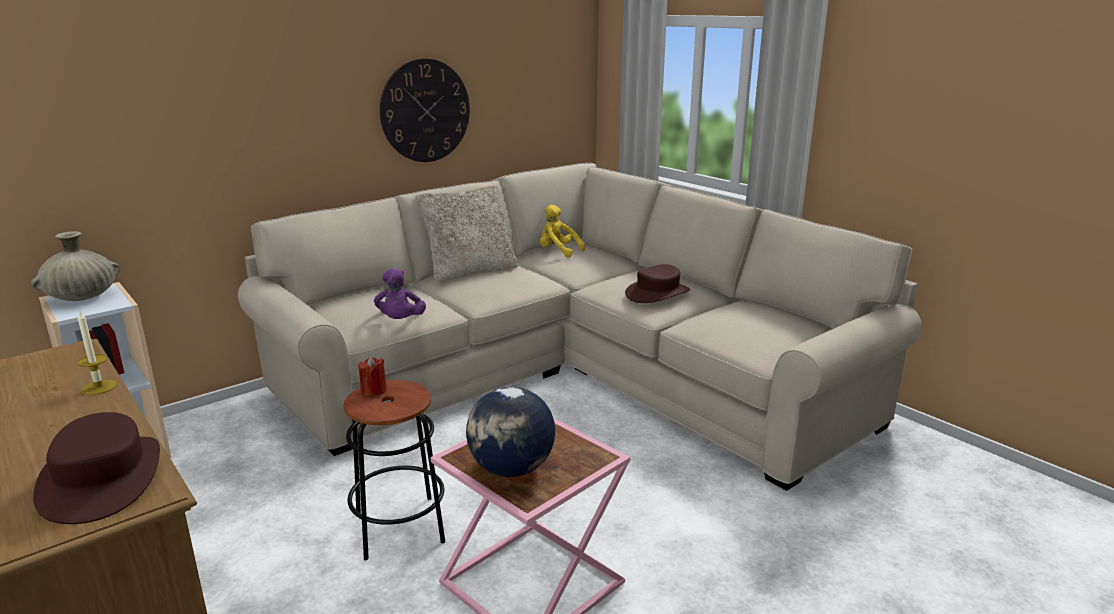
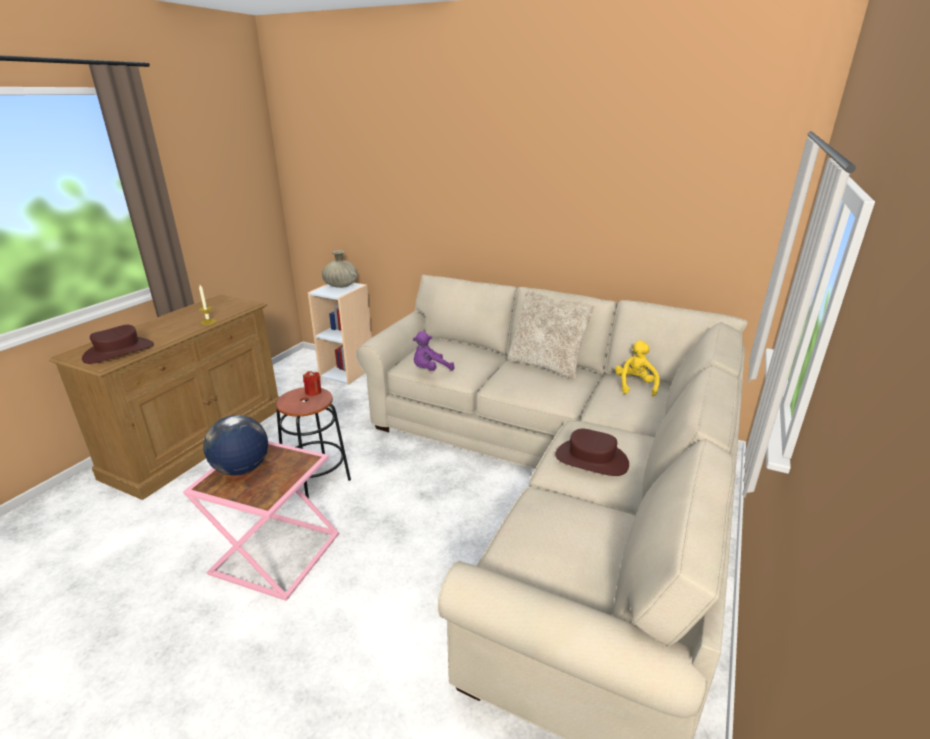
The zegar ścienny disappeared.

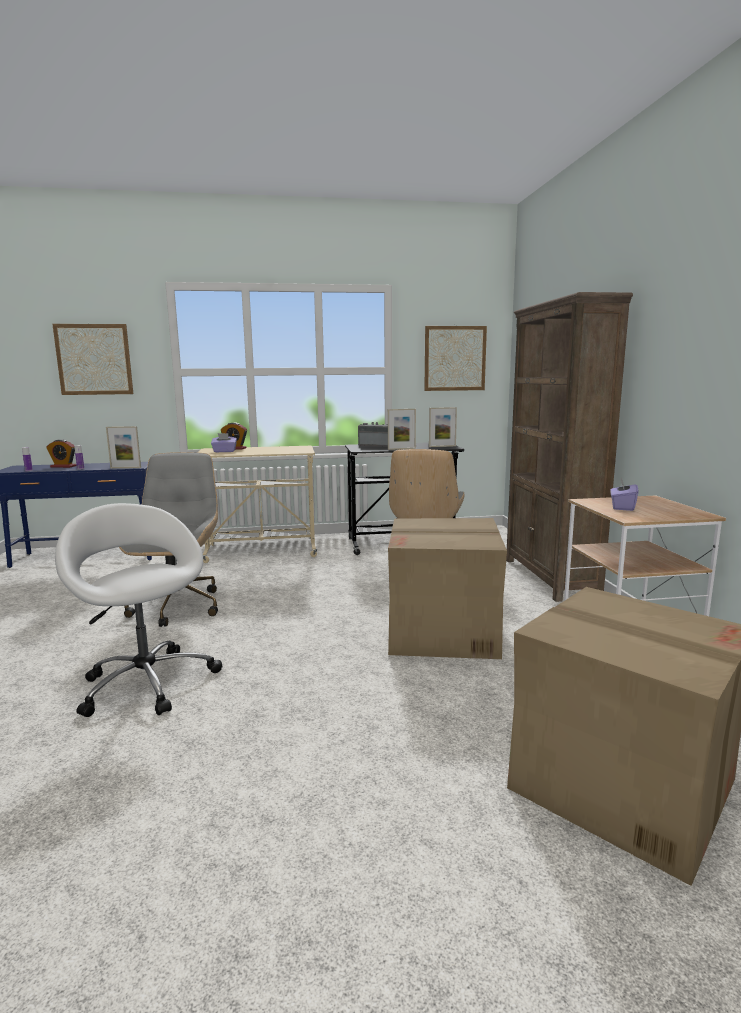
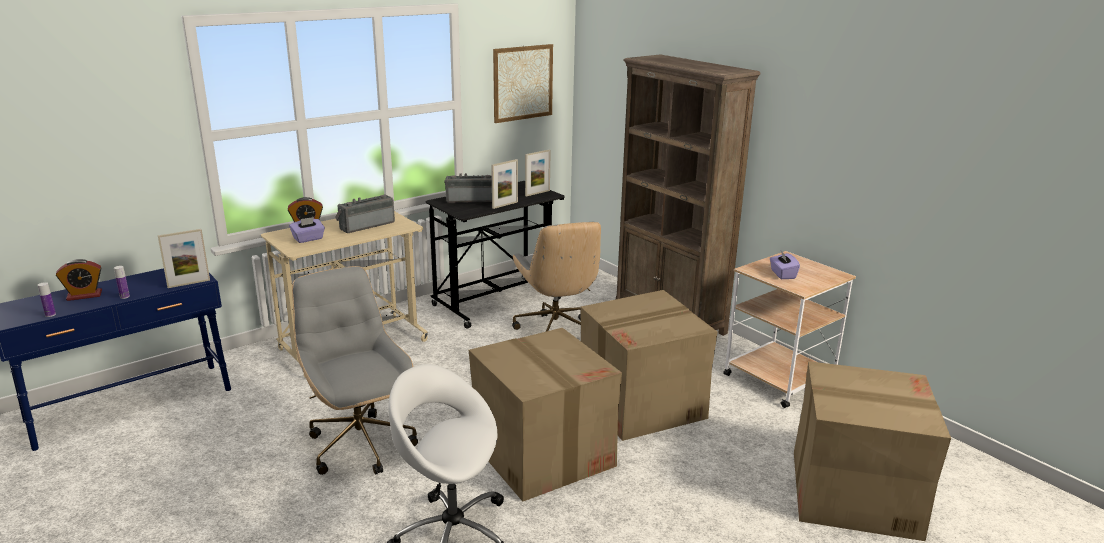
The radio (no. 1 from left) appeared.
The karton (no. 1 from left) appeared.
The obraz (no. 1 from left) disappeared.

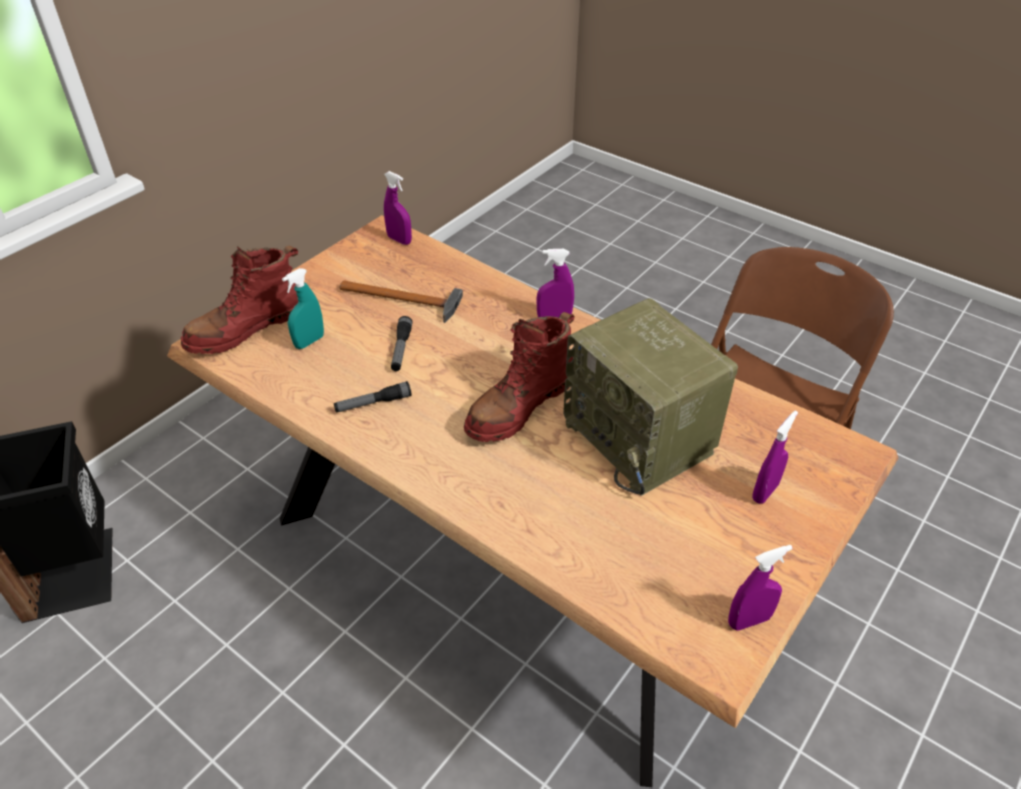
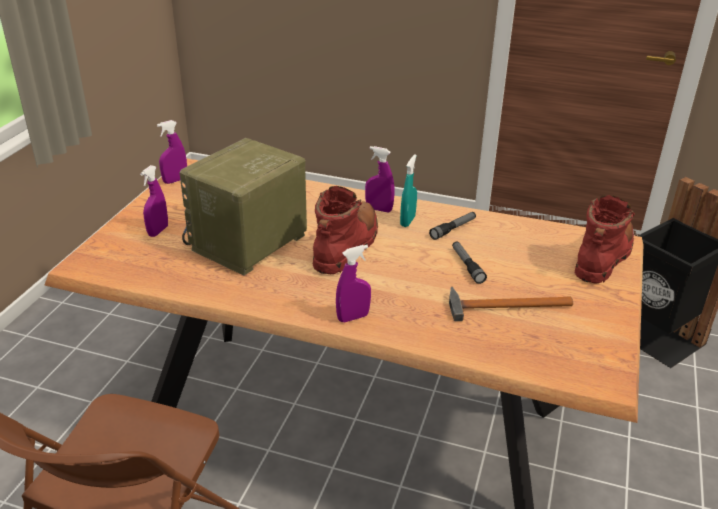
The radio turned 90 degrees counterclockwise.
The spryskiwacz (fioletowy) (no. 1 from left in the first image) moved.
The spryskiwacz (turkusowy) moved.

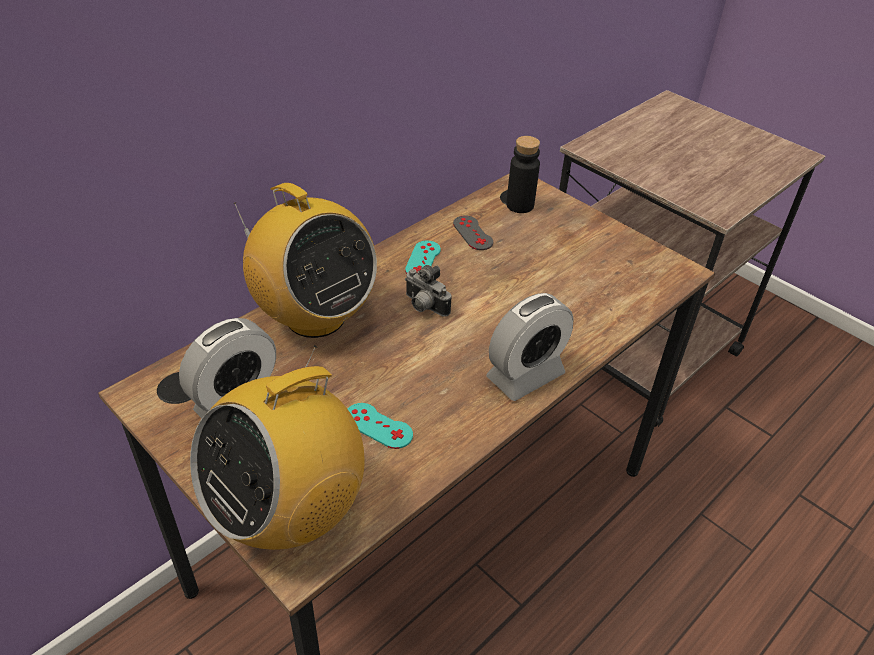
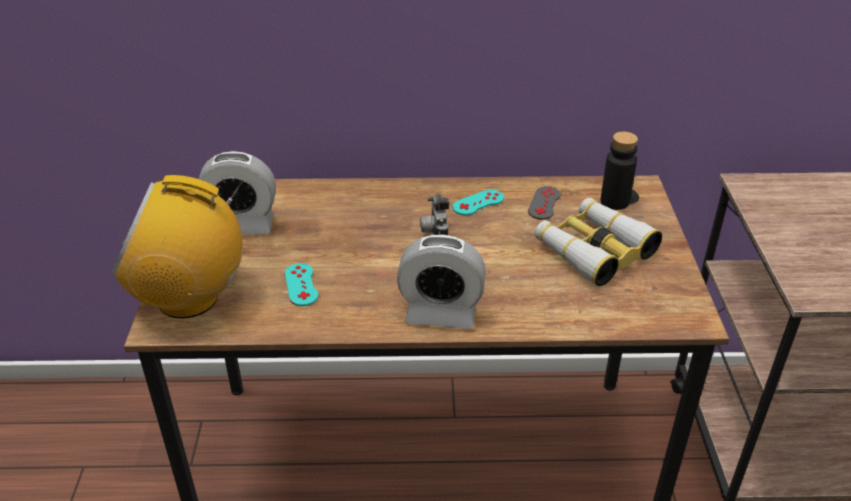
The lornetka appeared.
The radio (no. 2 from left) disappeared.

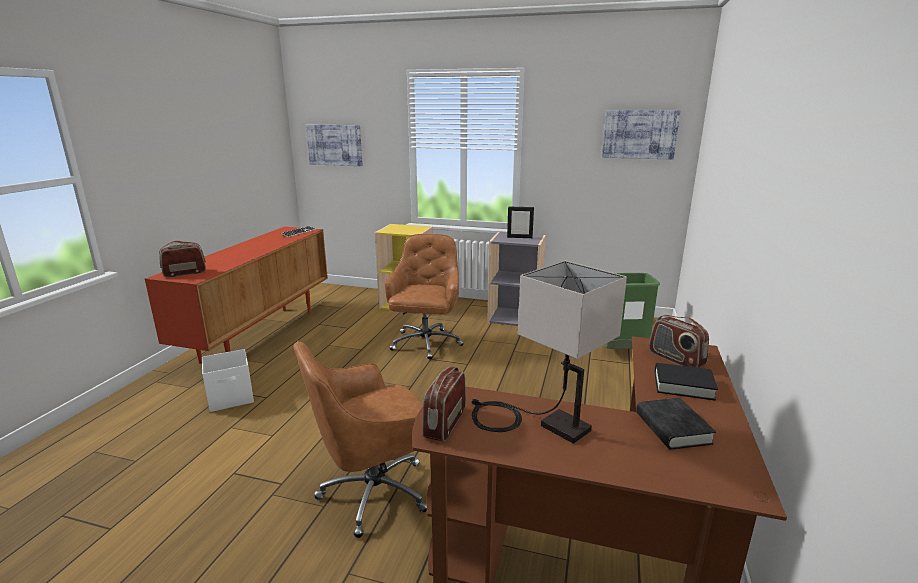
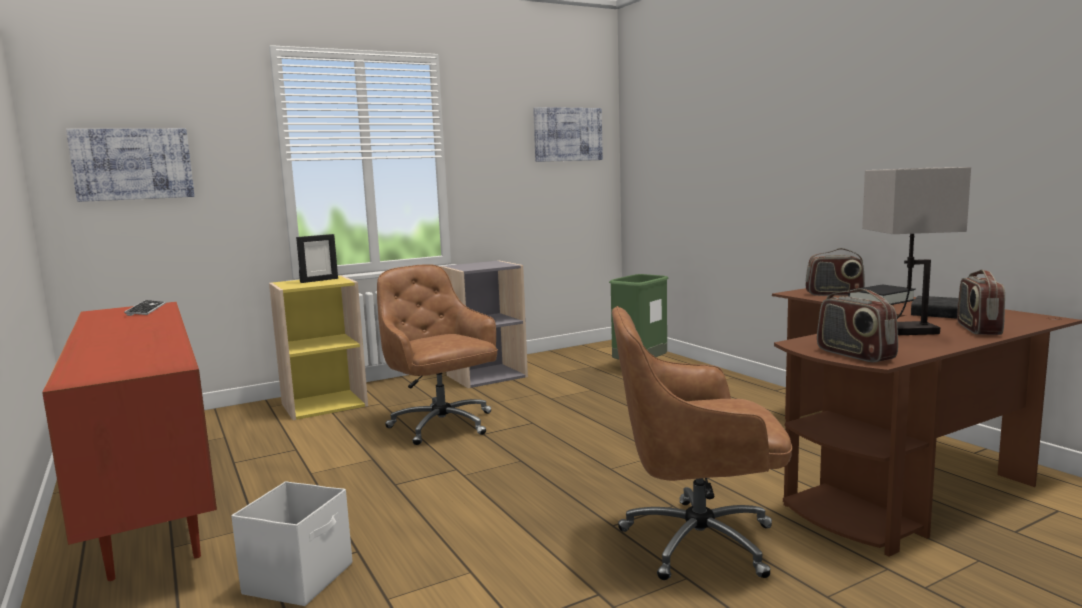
The ramka na zdjęcie moved.
The krzesło biurowe (brązowy) (no. 1 from left in the first image) turned 75 degrees clockwise.
The radio (no. 1 from left in the first image) moved.

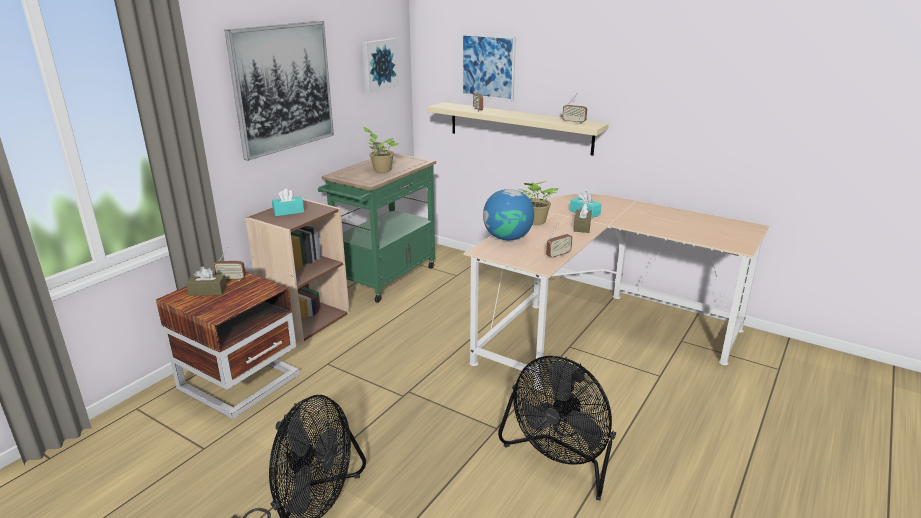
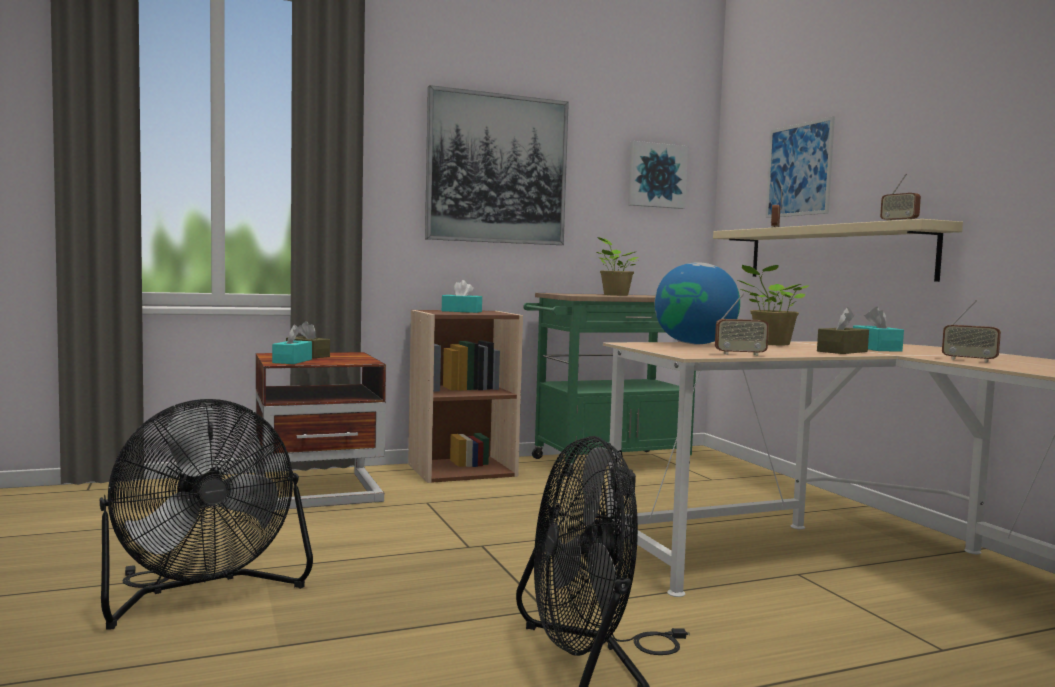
The pudełko chusteczek (turkusowy) (no. 1 from left) appeared.
The radio (no. 1 from left in the first image) moved.

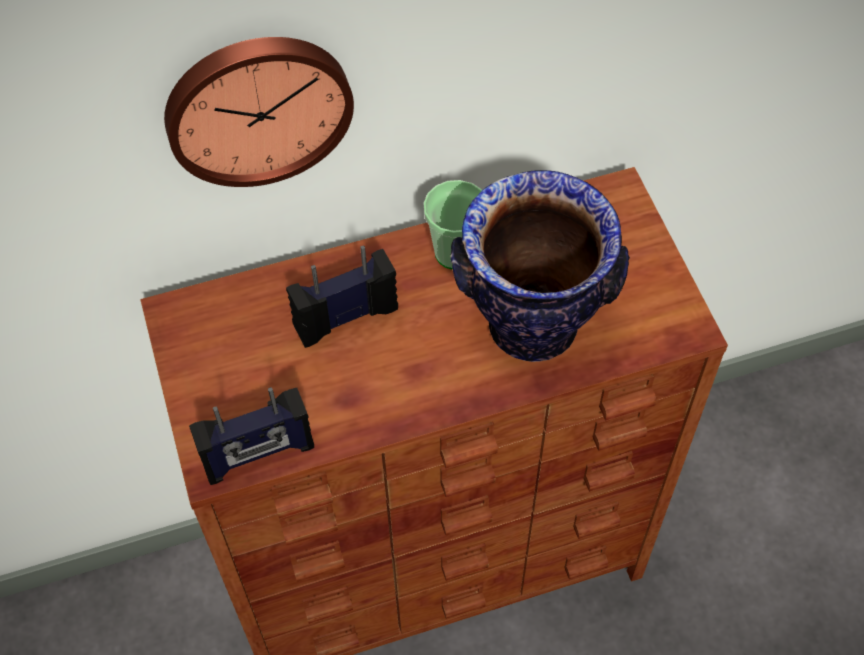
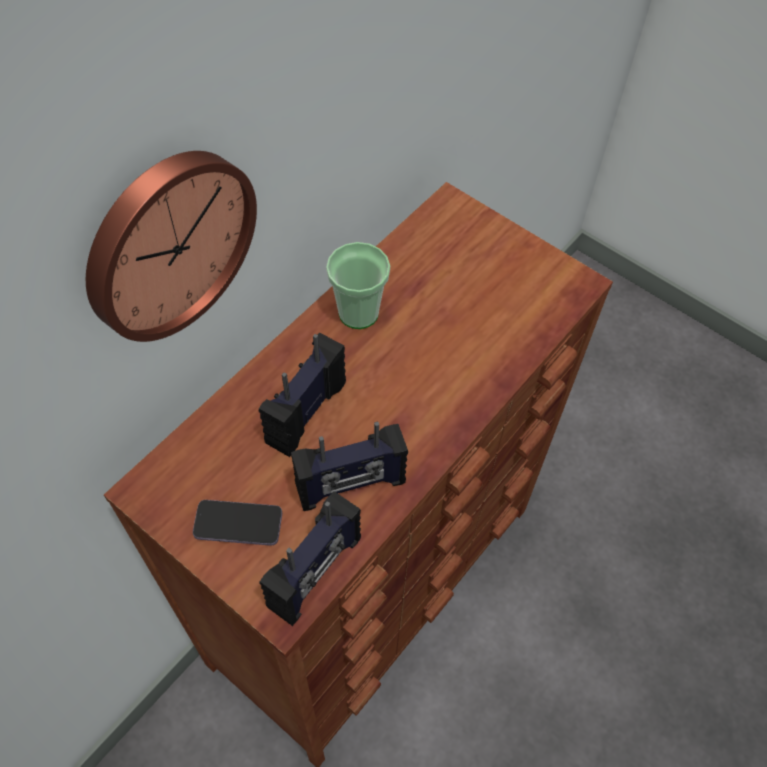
The telefon appeared.
The radio (no. 3 from left) appeared.
The wazon disappeared.

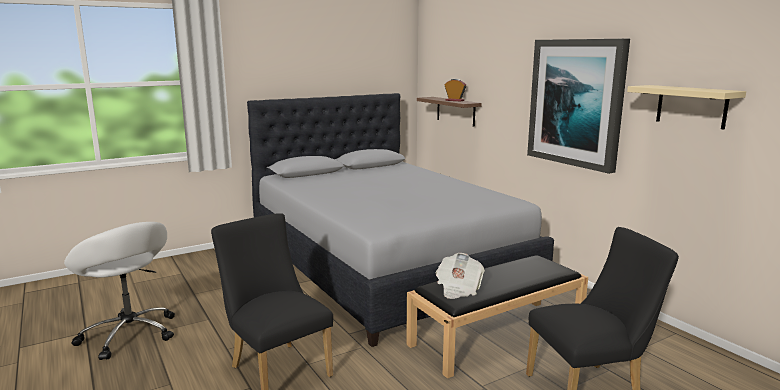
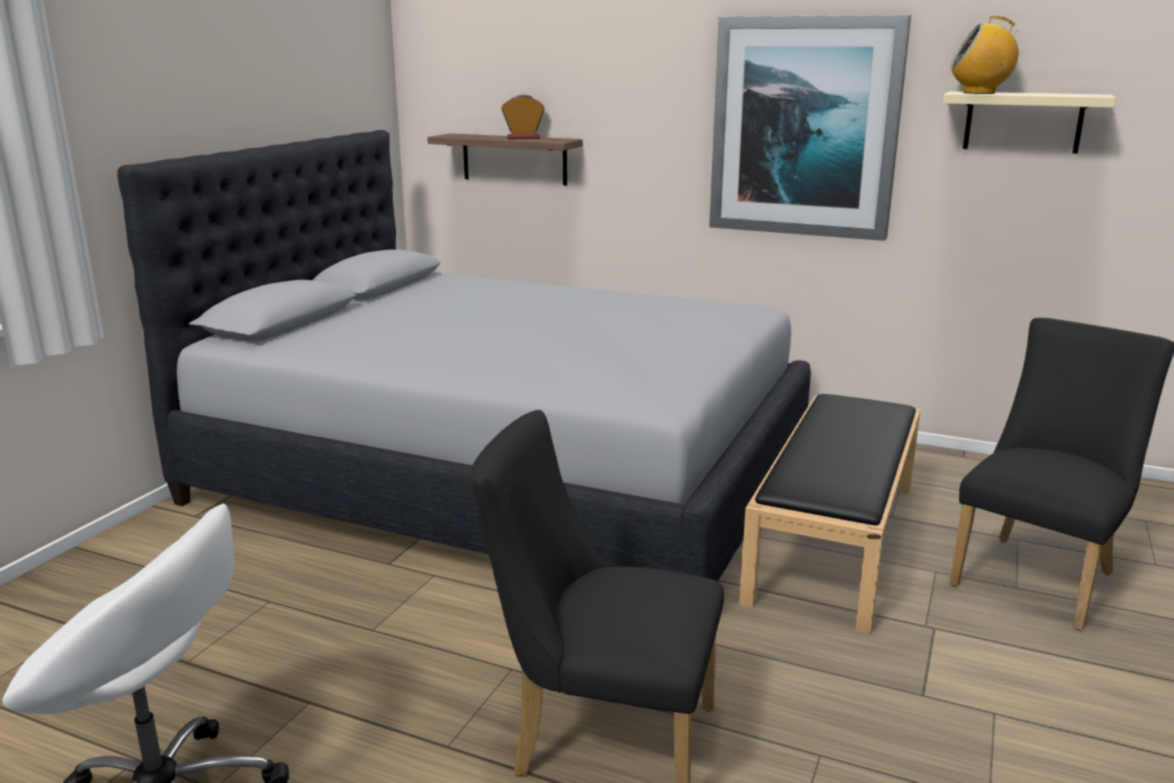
The radio appeared.
The gazeta disappeared.

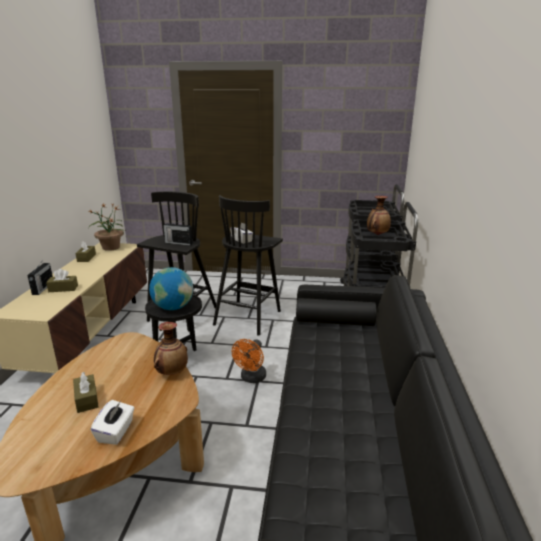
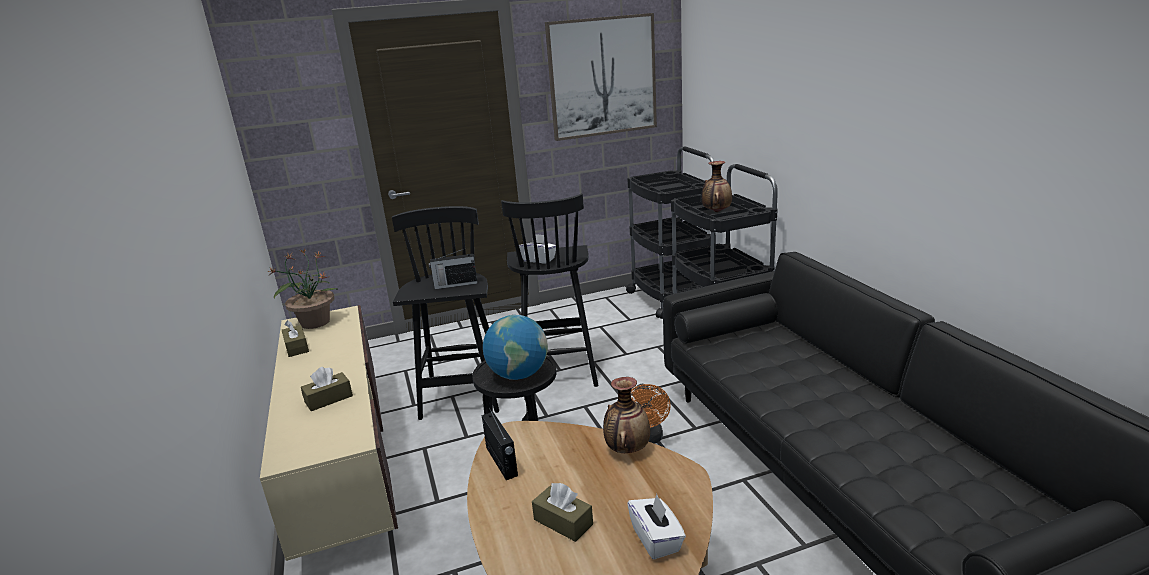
The radio (no. 1 from left in the first image) moved.
The obraz appeared.

